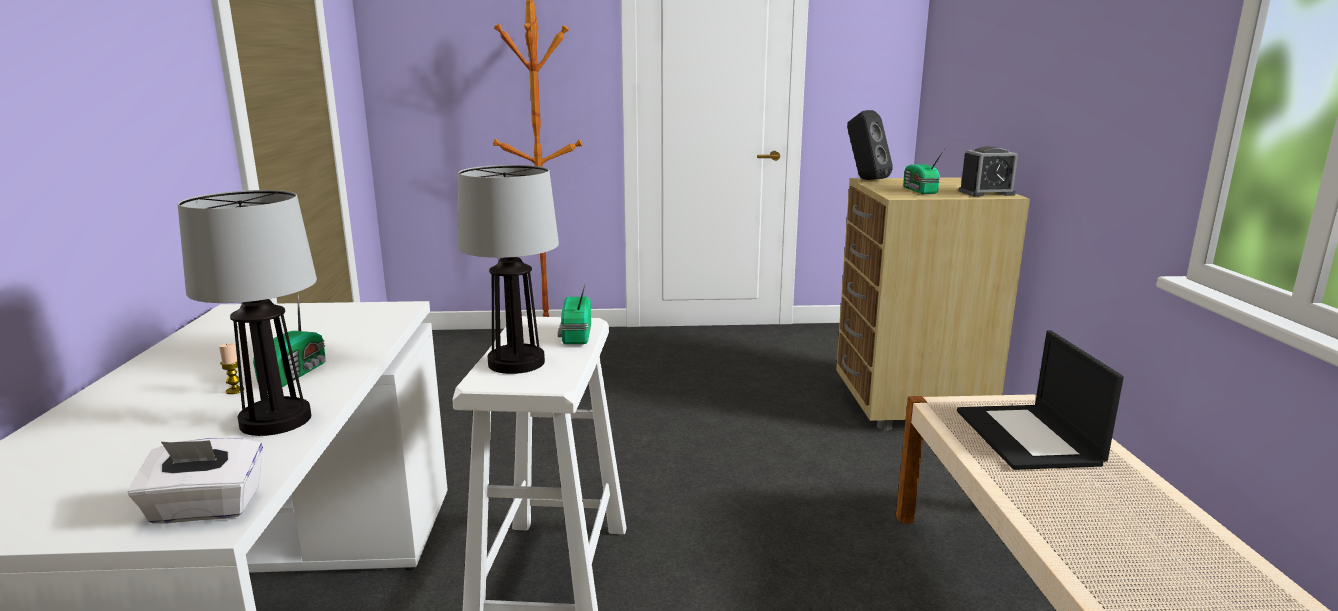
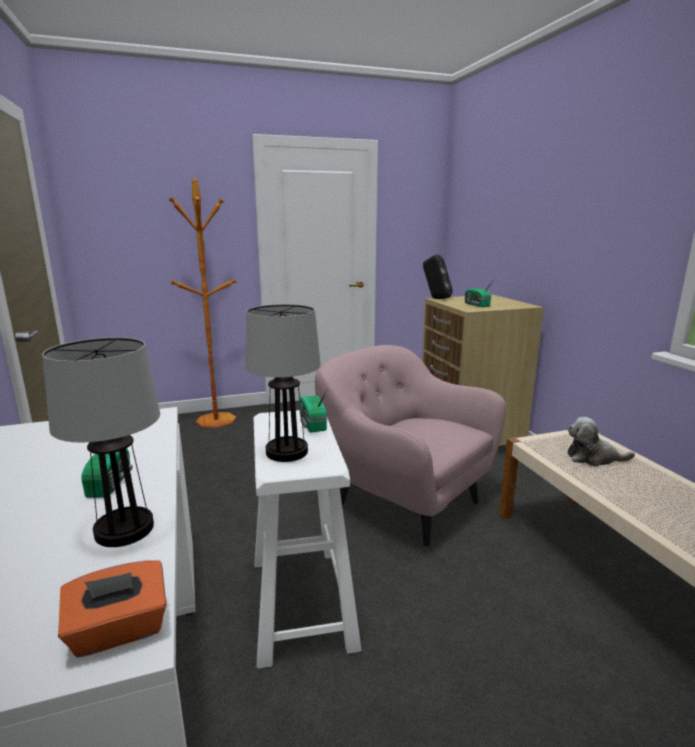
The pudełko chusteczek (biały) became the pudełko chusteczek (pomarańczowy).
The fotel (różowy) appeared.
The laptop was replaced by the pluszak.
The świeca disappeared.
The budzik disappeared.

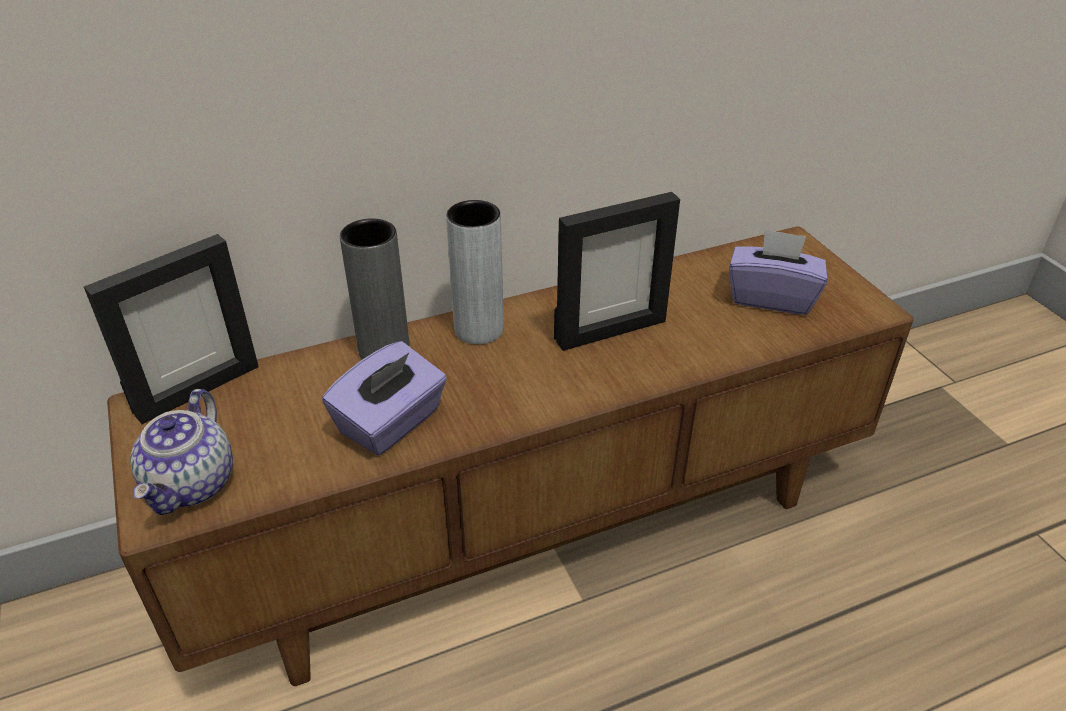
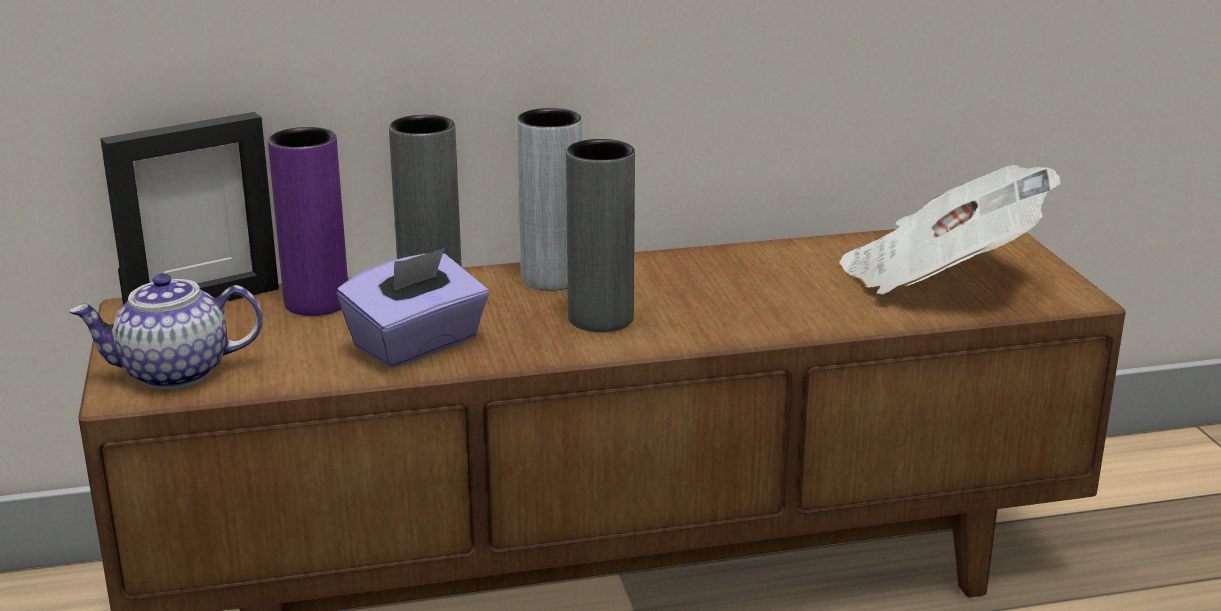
The imbryk turned 60 degrees clockwise.
The wazon (fioletowy) appeared.
The wazon (szary) (no. 3 from left) appeared.
The pudełko chusteczek (fioletowy) (no. 2 from left) was replaced by the gazeta.
The ramka na zdjęcie (no. 2 from left) disappeared.

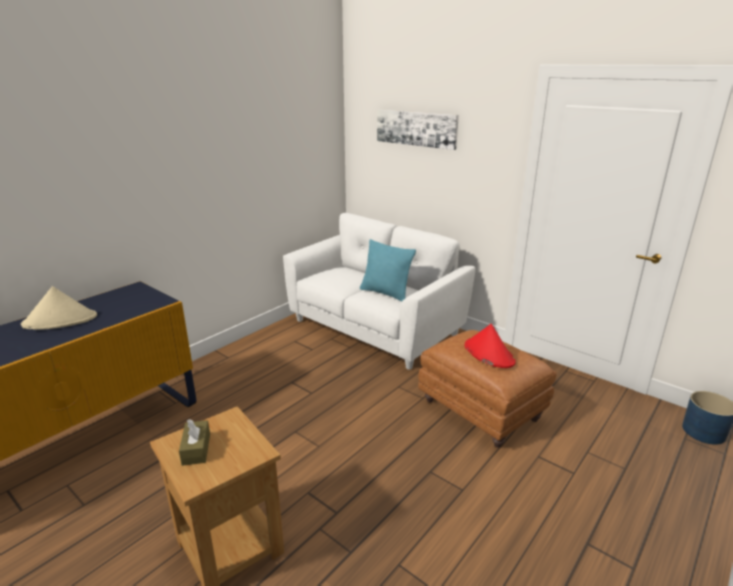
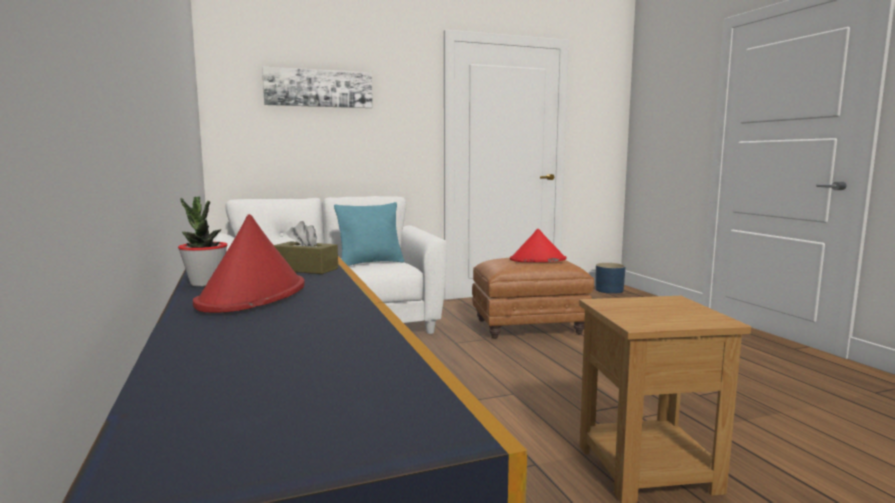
The roślina doniczkowa appeared.
The kapelusz (beżowy) became the kapelusz (czerwony) (no. 1 from left).
The pudełko chusteczek (brązowy) moved.

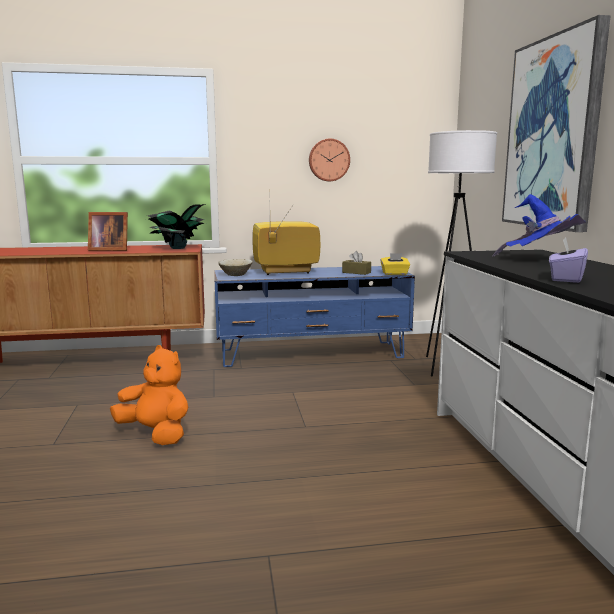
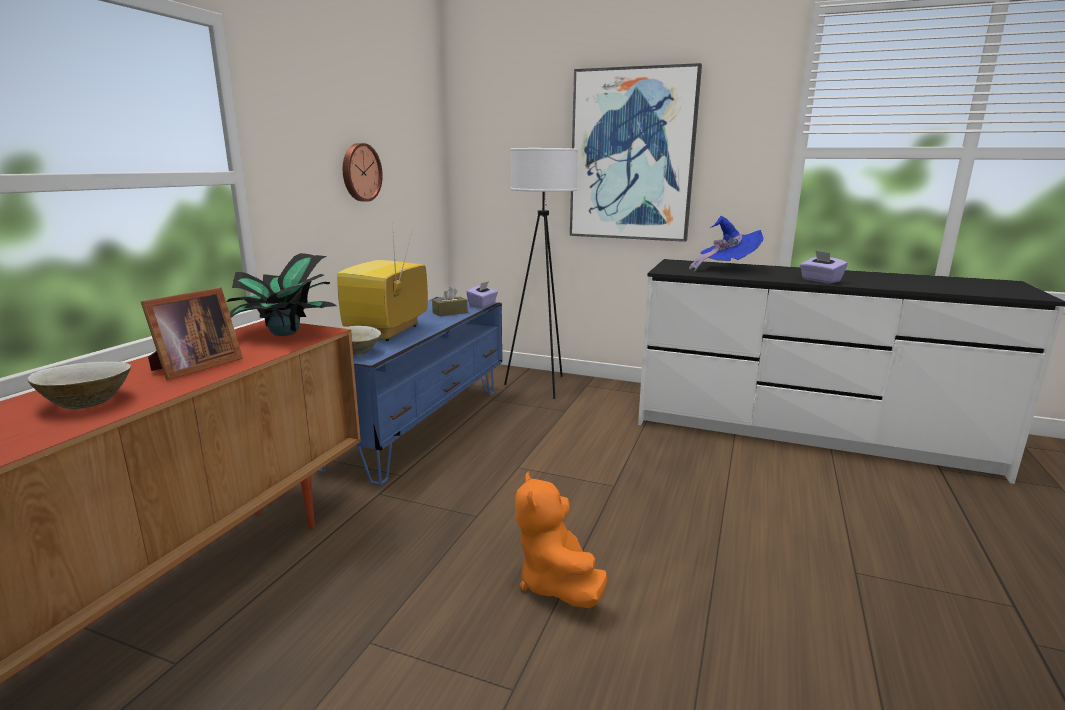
The miska (beżowy) (no. 1 from left) appeared.
The pudełko chusteczek (żółty) became the pudełko chusteczek (fioletowy) (no. 1 from left).
The pluszak (pomarańczowy) turned 75 degrees counterclockwise.

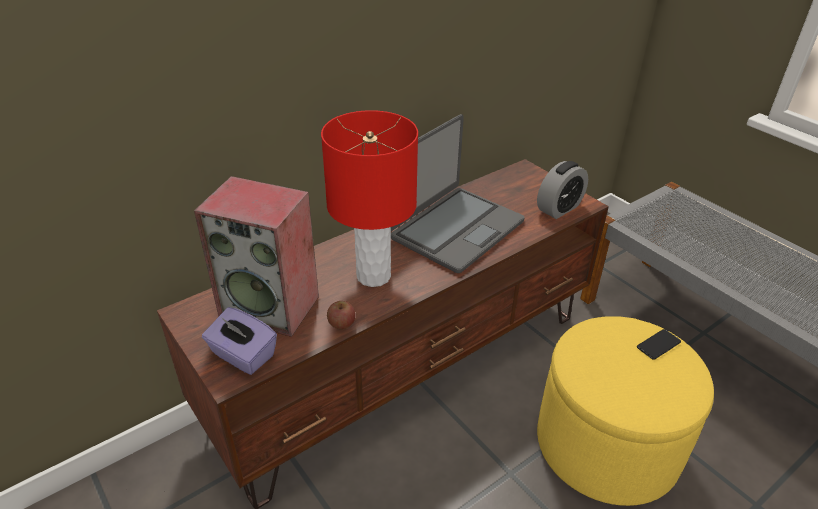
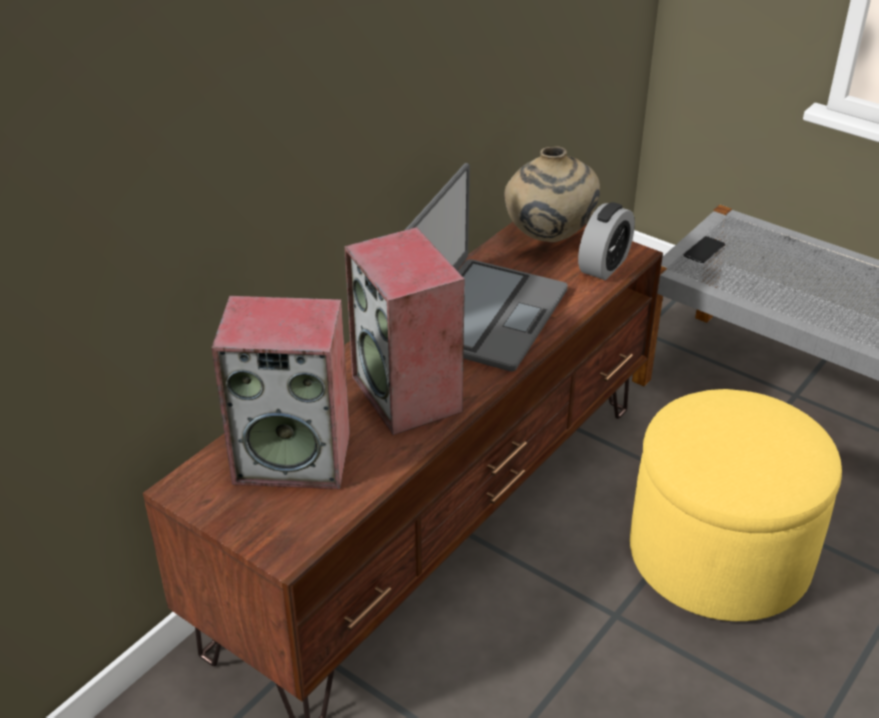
The lampa stołowa (czerwony) was replaced by the głośnik (no. 2 from left).
The wazon (beżowy) appeared.
The telefon moved.
The pudełko chusteczek (fioletowy) disappeared.
The jabłko disappeared.

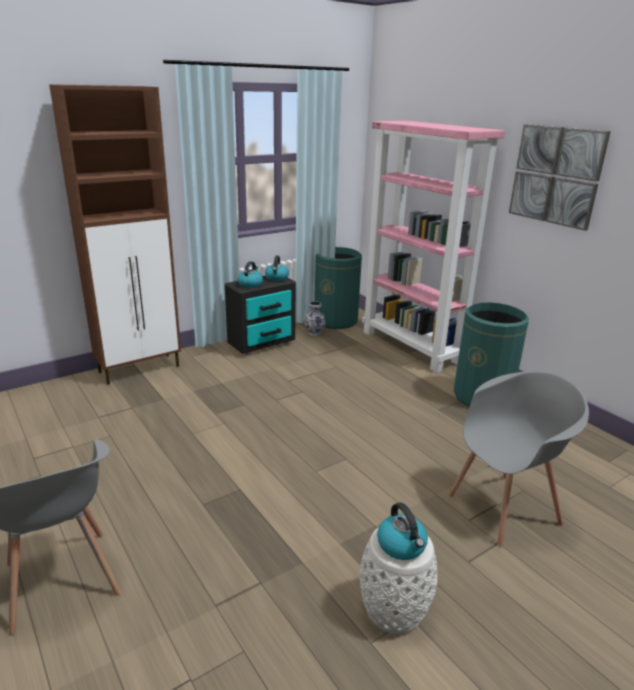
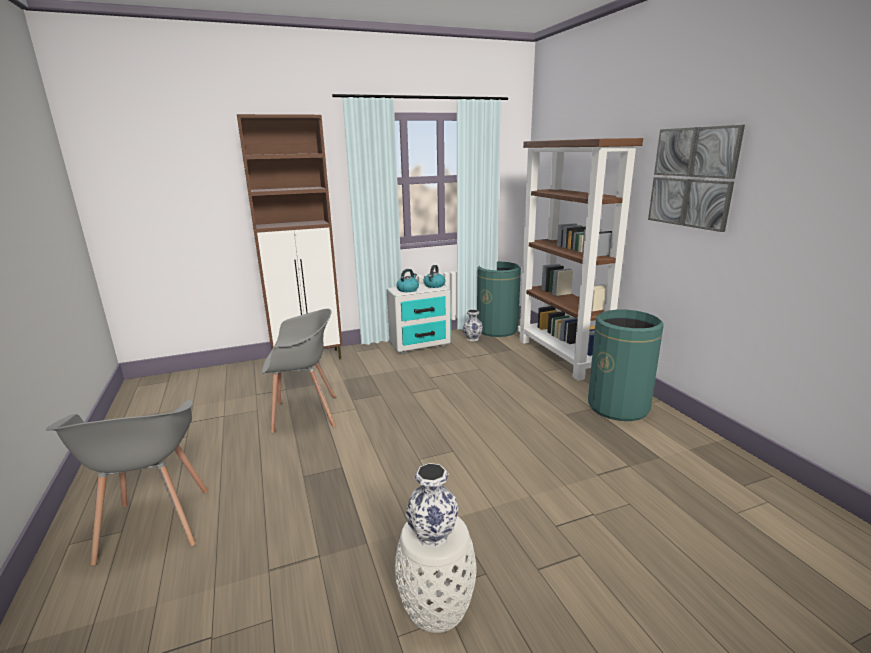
The krzesło (szary) (no. 2 from left) moved.
The szafka nocna (czarny) became the szafka nocna (biały).
The czajnik (no. 3 from left) was replaced by the wazon (no. 1 from left).
The regał (różowy) became the regał (brązowy).

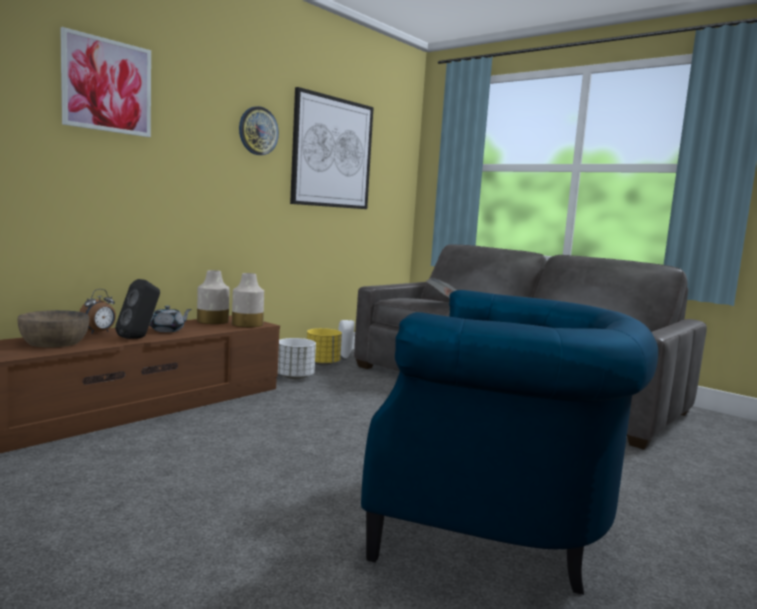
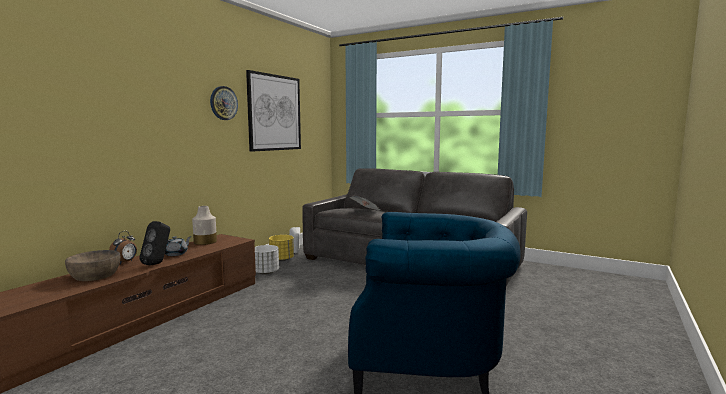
The obraz (no. 1 from left) disappeared.
The wazon (beżowy) (no. 2 from left) disappeared.

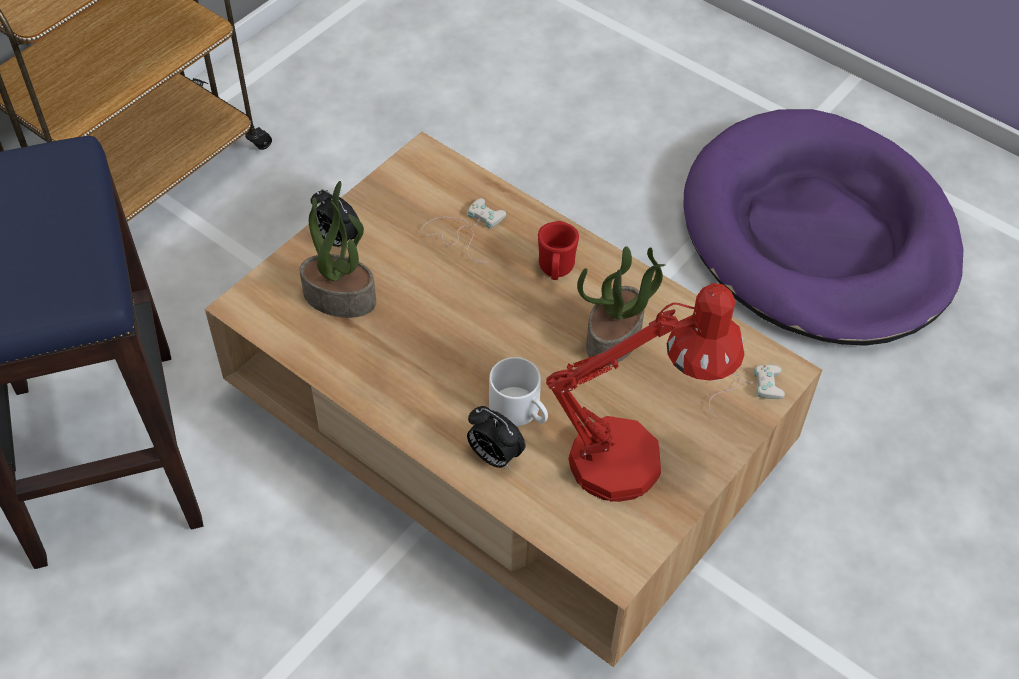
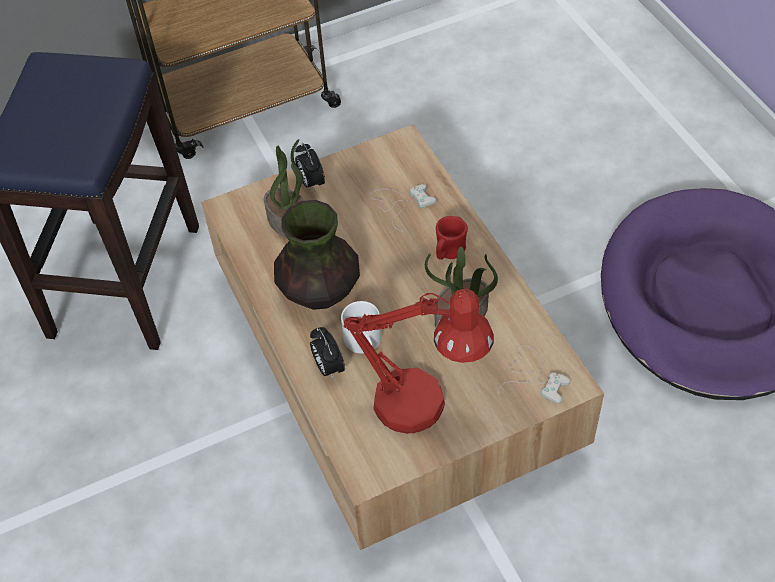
The wazon appeared.

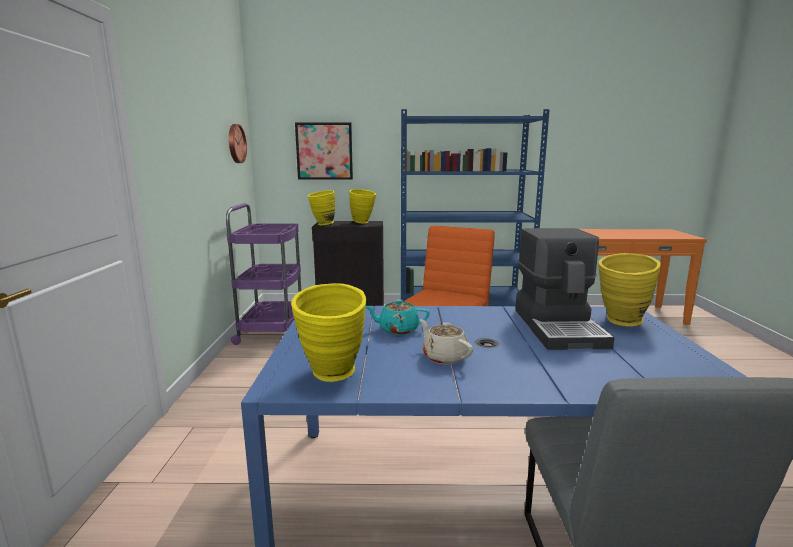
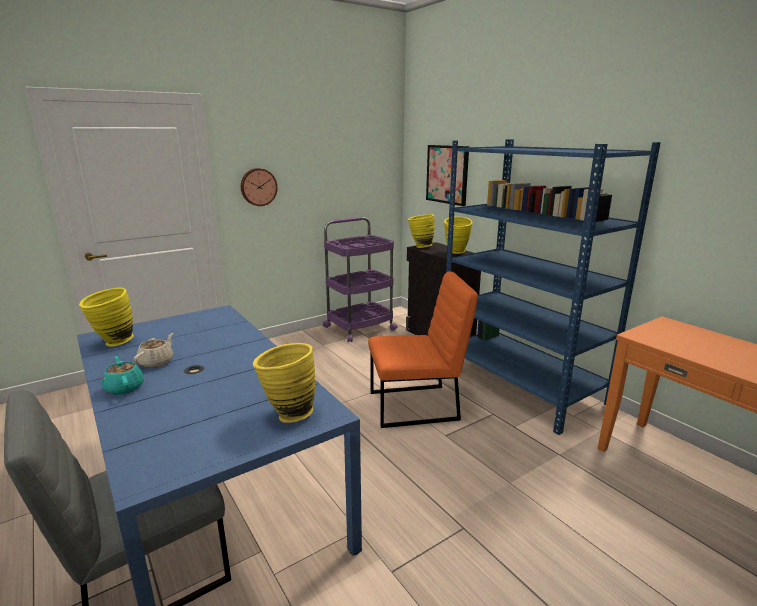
The imbryk (turkusowy) moved.
The zegar ścienny moved.
The ekspres do kawy disappeared.

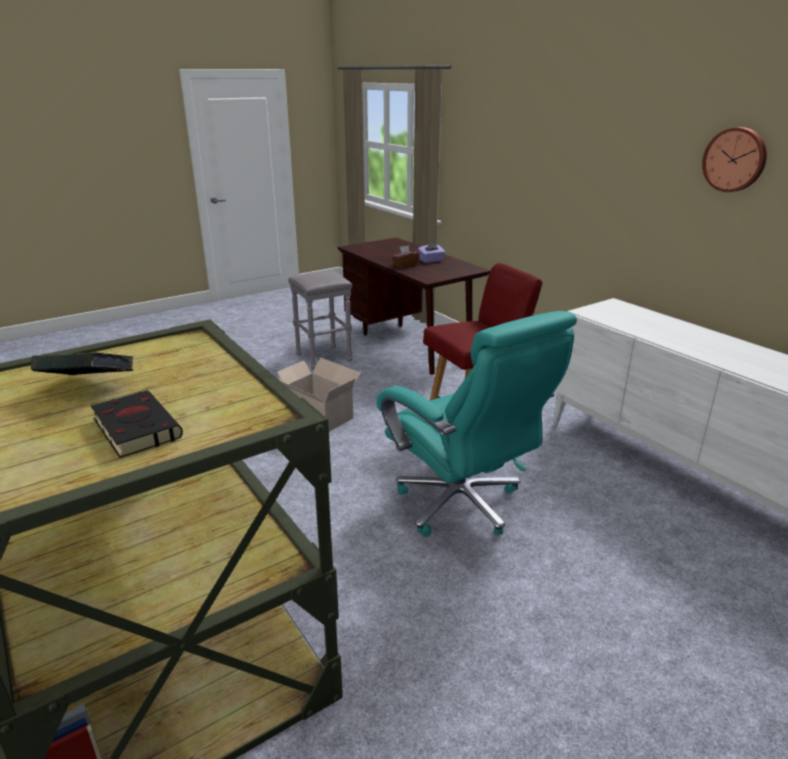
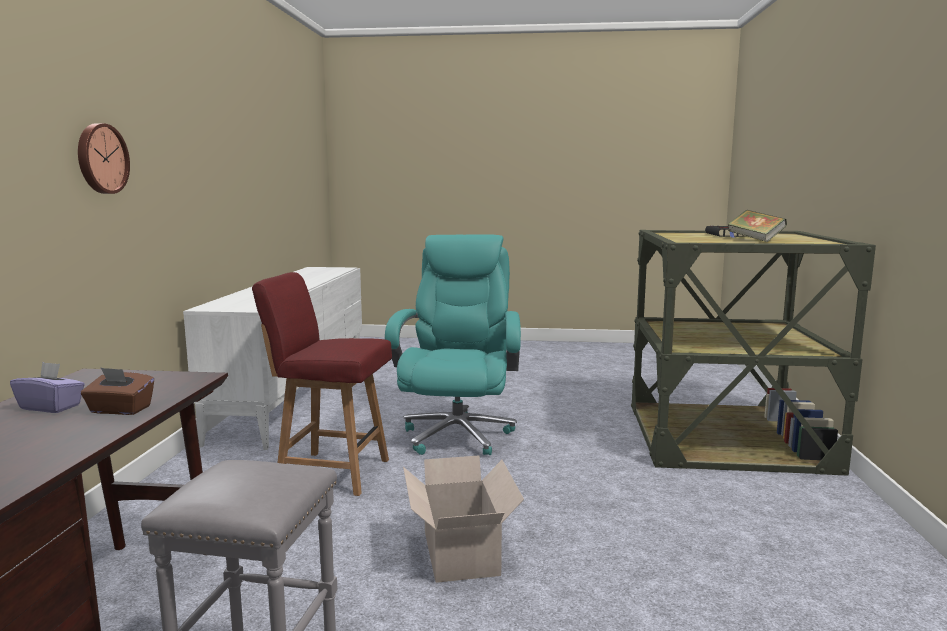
The zegar ścienny moved.

